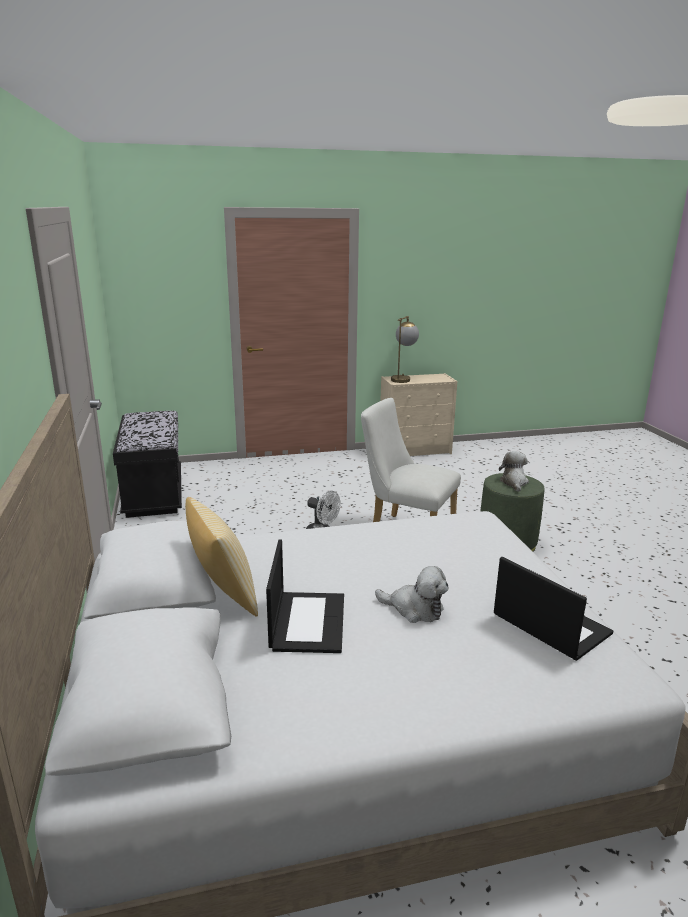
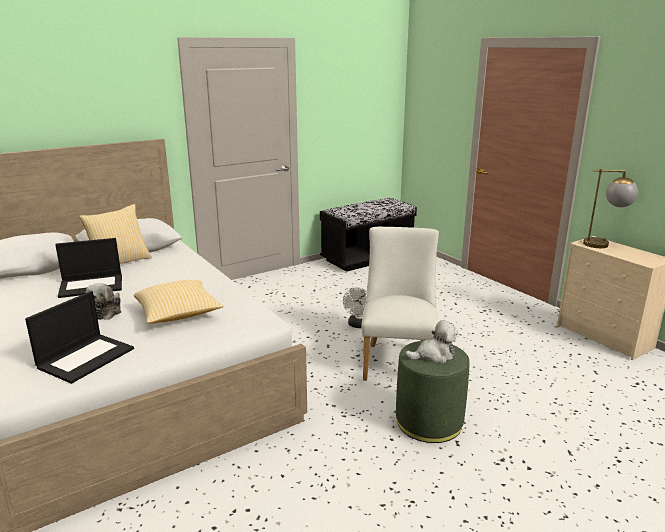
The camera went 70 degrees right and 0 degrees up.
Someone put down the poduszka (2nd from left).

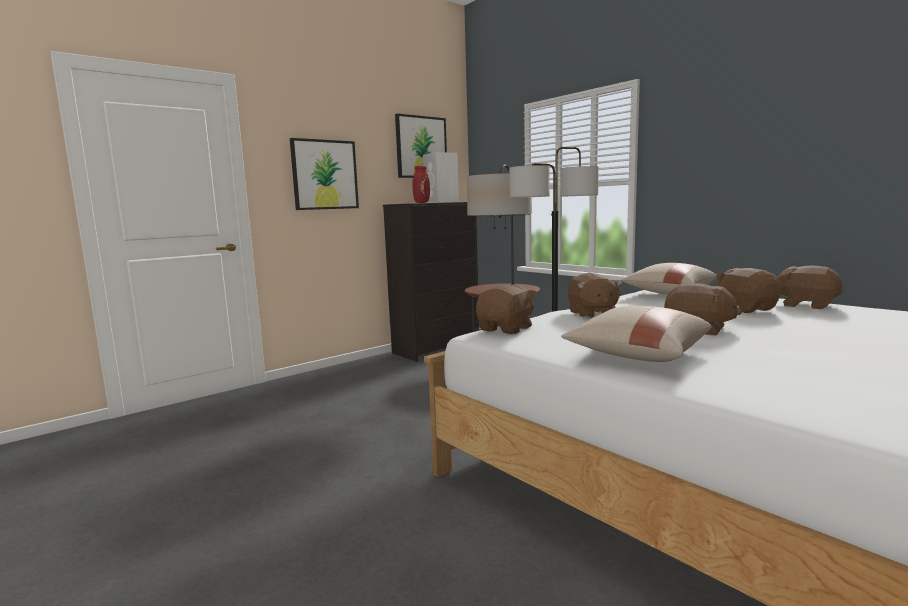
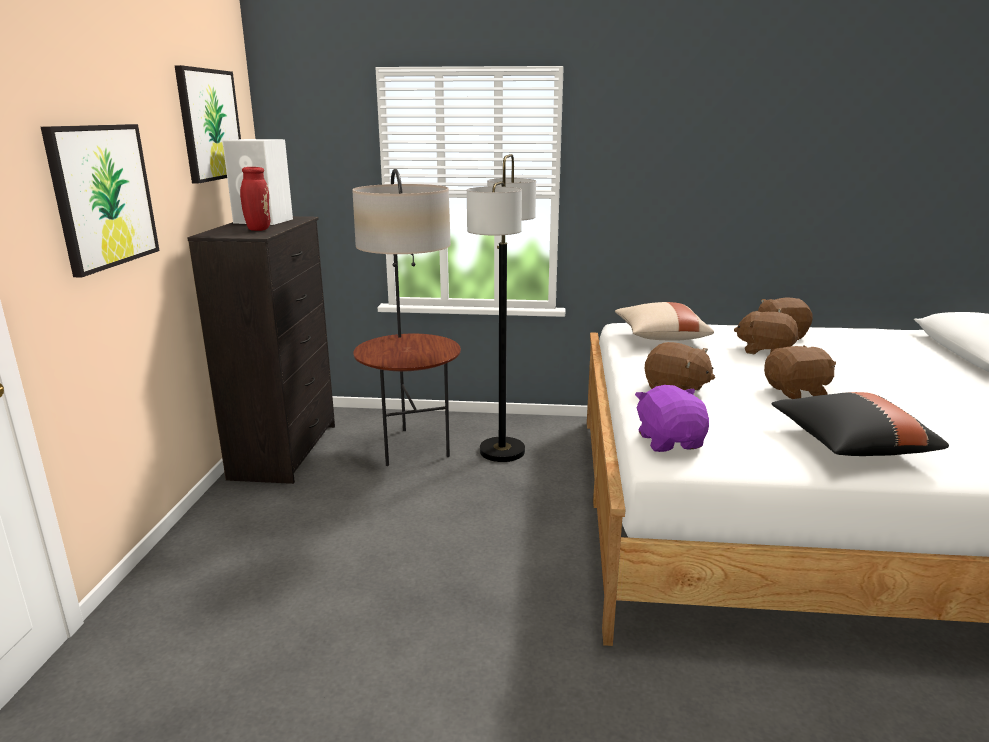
The camera went 45 degrees left and 10 degrees up.
Someone repainted the pluszak/brązowy (1st from left), which became the pluszak/fioletowy.
Someone repainted the poduszka/beżowy (1st from left), which became the poduszka/czarny.

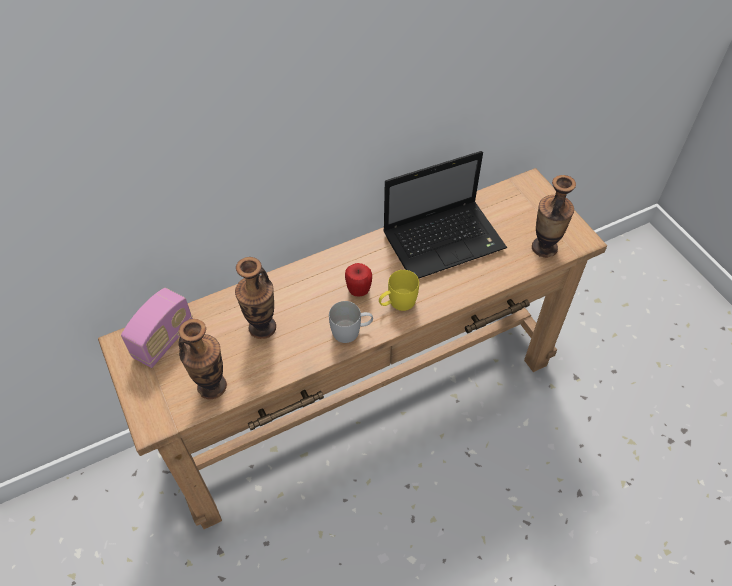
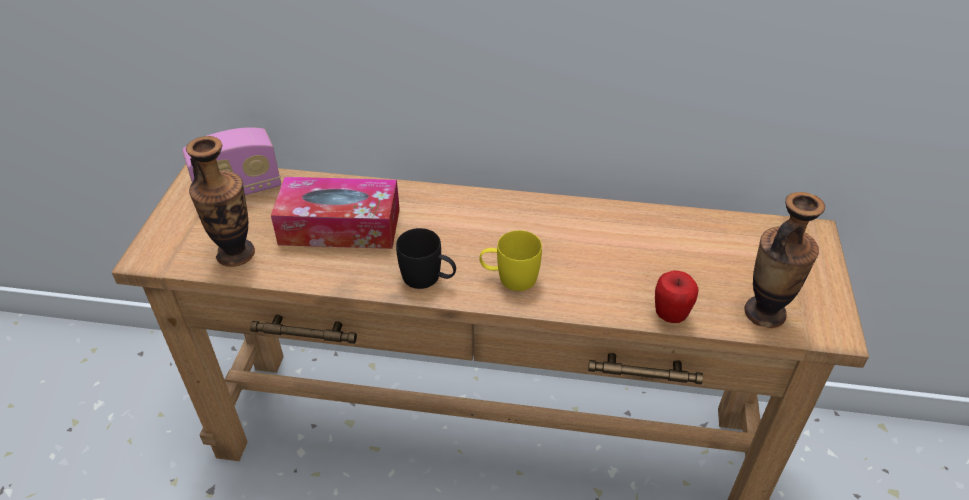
The camera went 35 degrees right and 10 degrees down.
Someone swapped the wazon (2nd from left) for the pudełko chusteczek.
Someone repainted the kubek/biały, which became the kubek/czarny.
Someone carried the jabłko.
Someone took away the laptop.

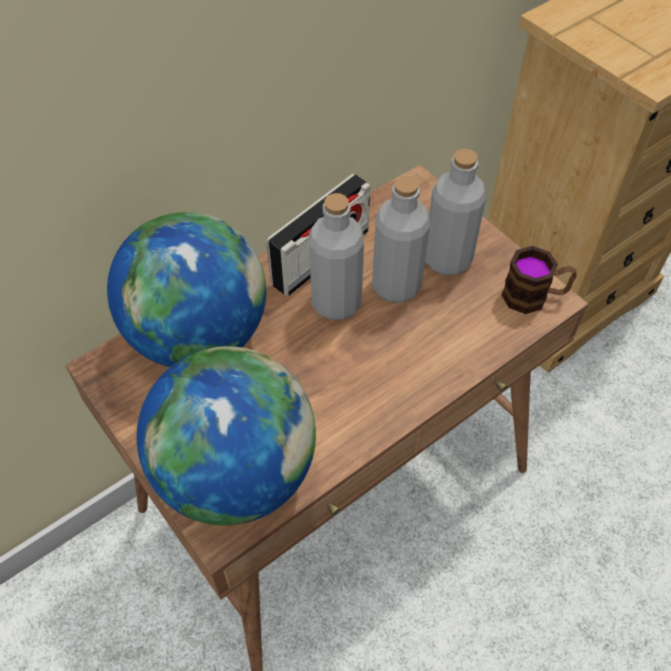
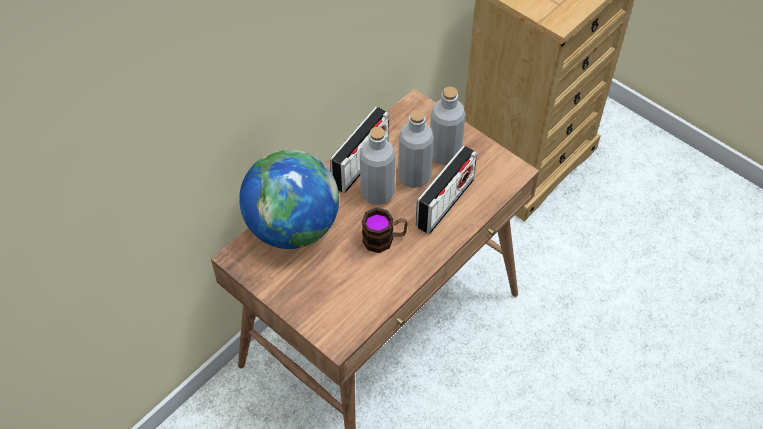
The camera went 10 degrees left and 0 degrees up.
Someone took away the globus (2nd from left).
Someone carried the kubek.
Someone put down the radio (2nd from left).

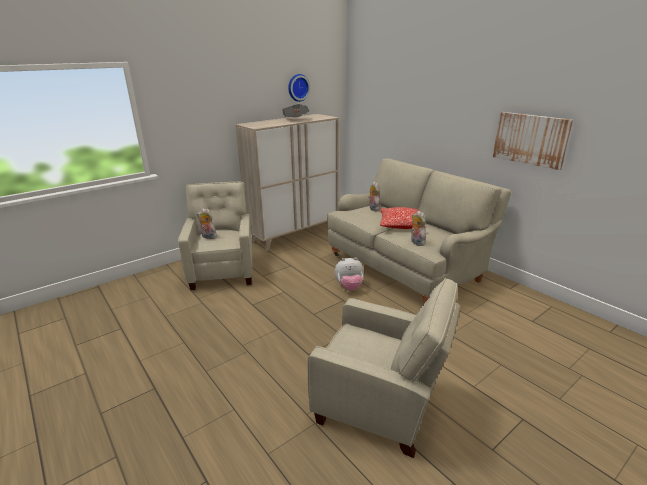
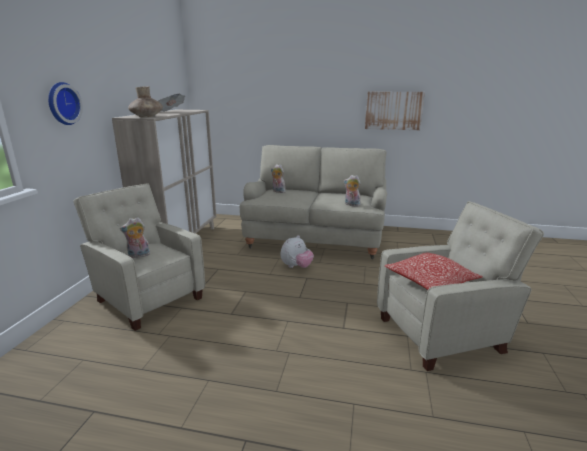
The camera went 40 degrees left and 5 degrees down.
Someone carried the zegar ścienny.
Someone carried the poduszka.
Someone put down the wazon/brązowy.

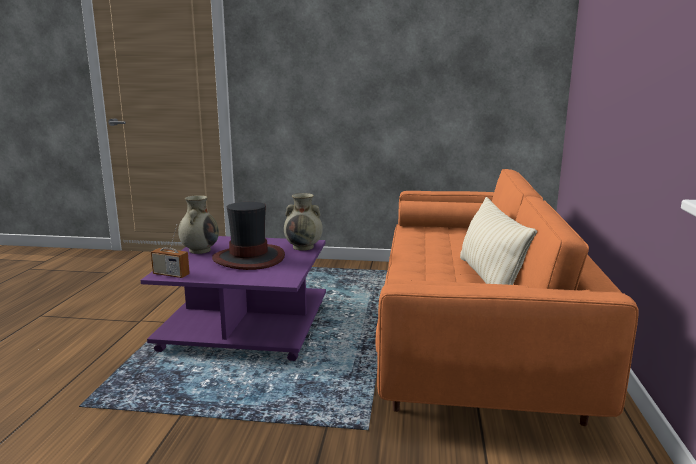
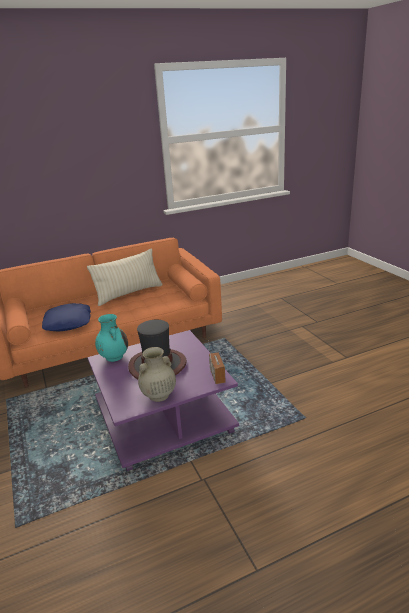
The camera went 120 degrees left and 10 degrees up.
Someone repainted the wazon/beżowy (2nd from left), which became the wazon/turkusowy.
Someone put down the poduszka/niebieski.

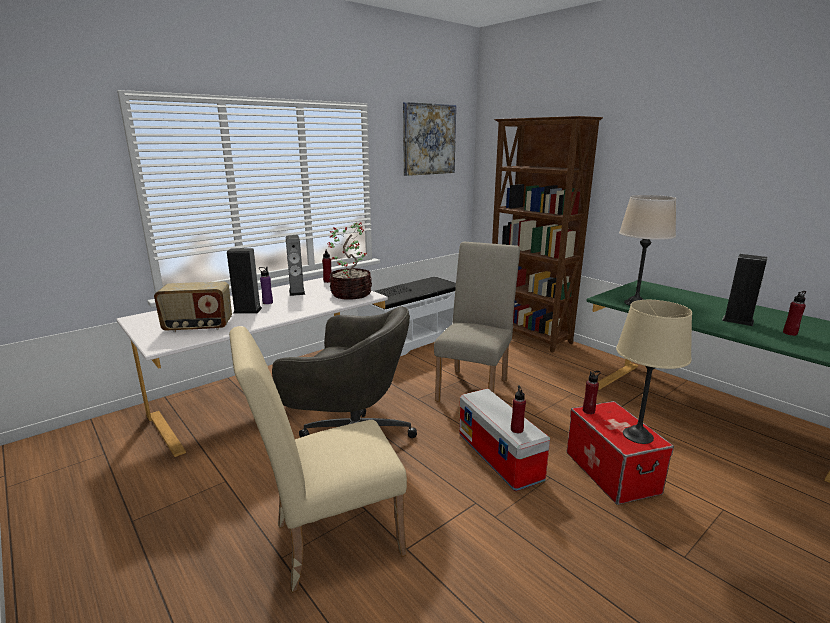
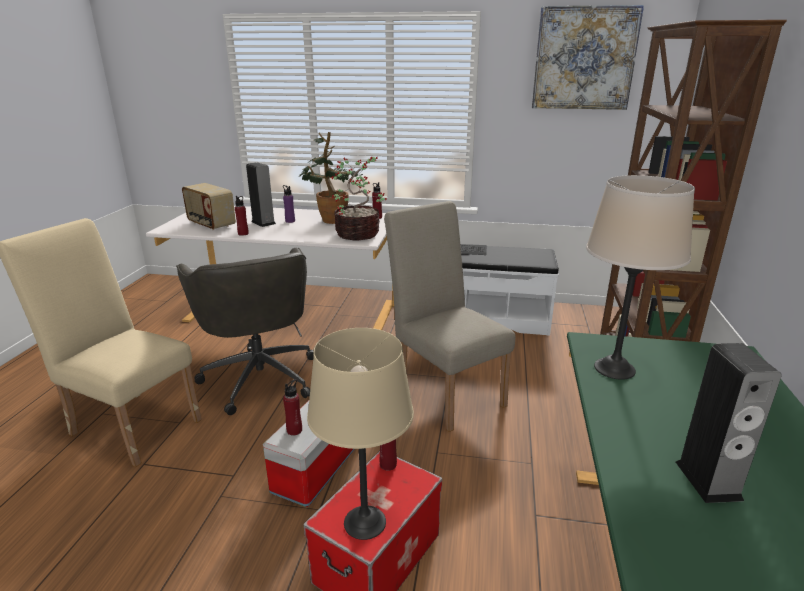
The camera went 50 degrees right and 5 degrees up.
Someone swapped the głośnik (2nd from left) for the roślina doniczkowa (1st from left).
Someone rotated the krzesło/beżowy (2nd from left) by 105 degrees counterclockwise.
Someone carried the butelka/czerwony (4th from left in the first image).

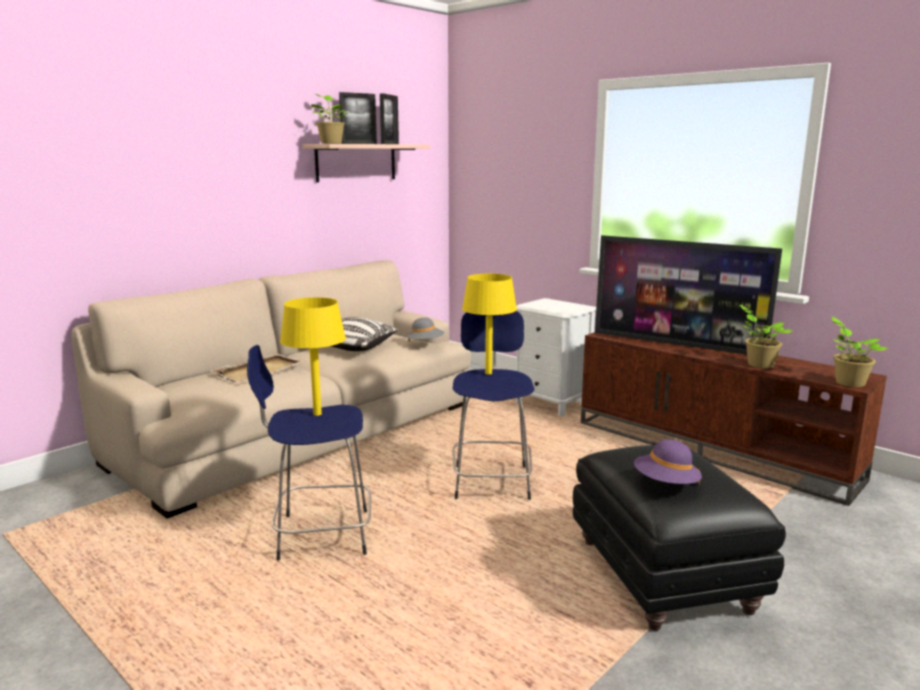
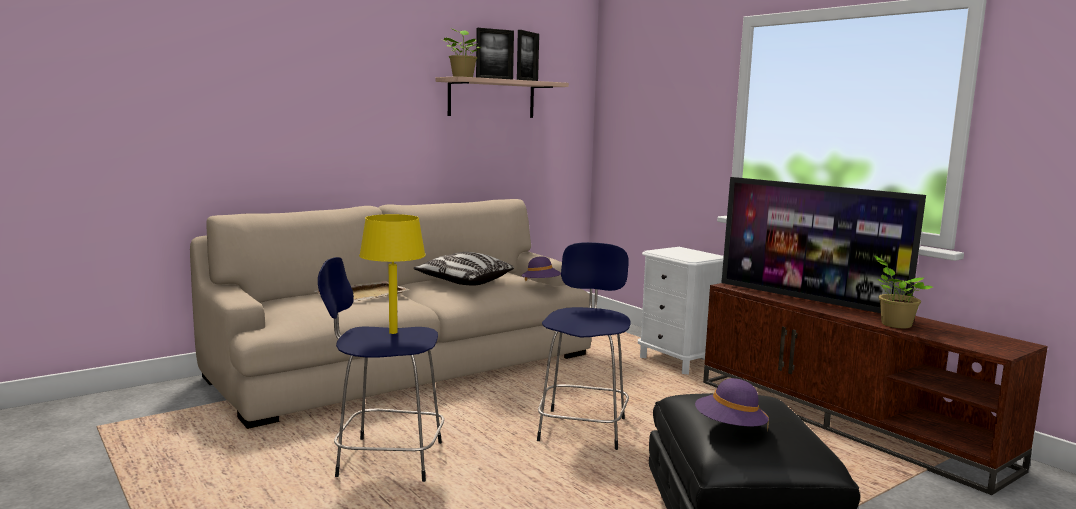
The camera went 10 degrees right and 5 degrees down.
Someone repainted the kapelusz/szary, which became the kapelusz/fioletowy (1st from left).
Someone took away the lampa stołowa/żółty (2nd from left).
Someone took away the roślina doniczkowa (3rd from left).

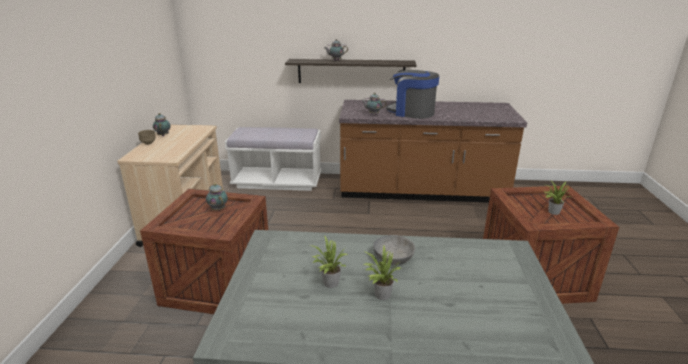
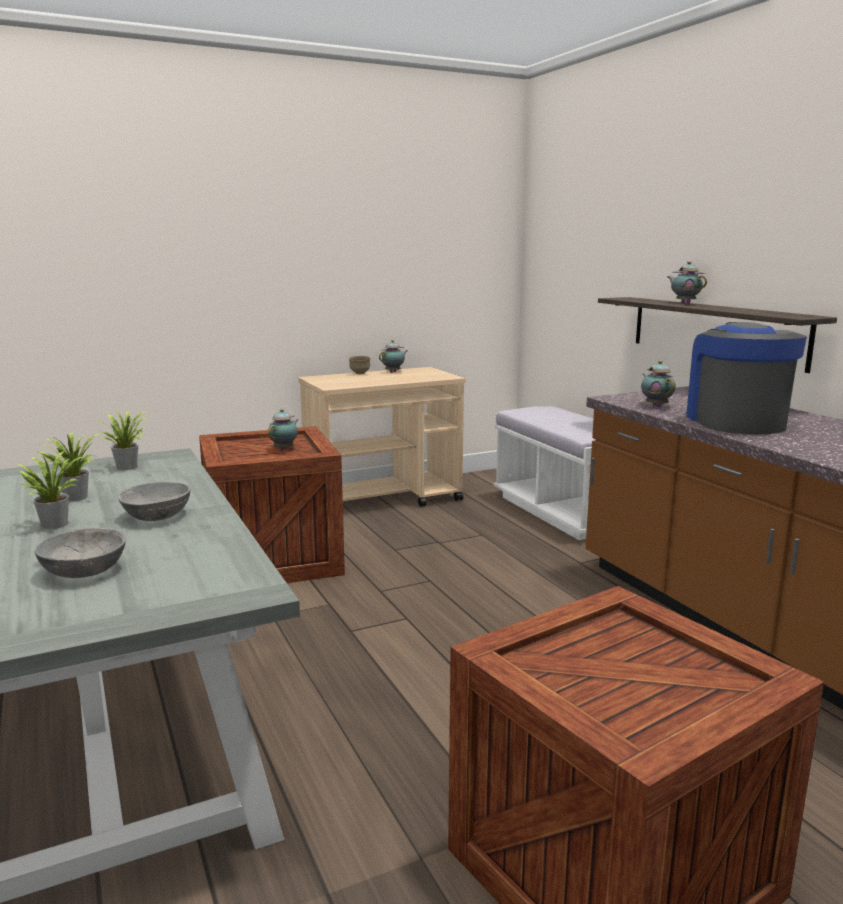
The camera went 60 degrees right and 10 degrees down.
Someone carried the roślina doniczkowa (3rd from left).
Someone put down the miska/szary (1st from left).

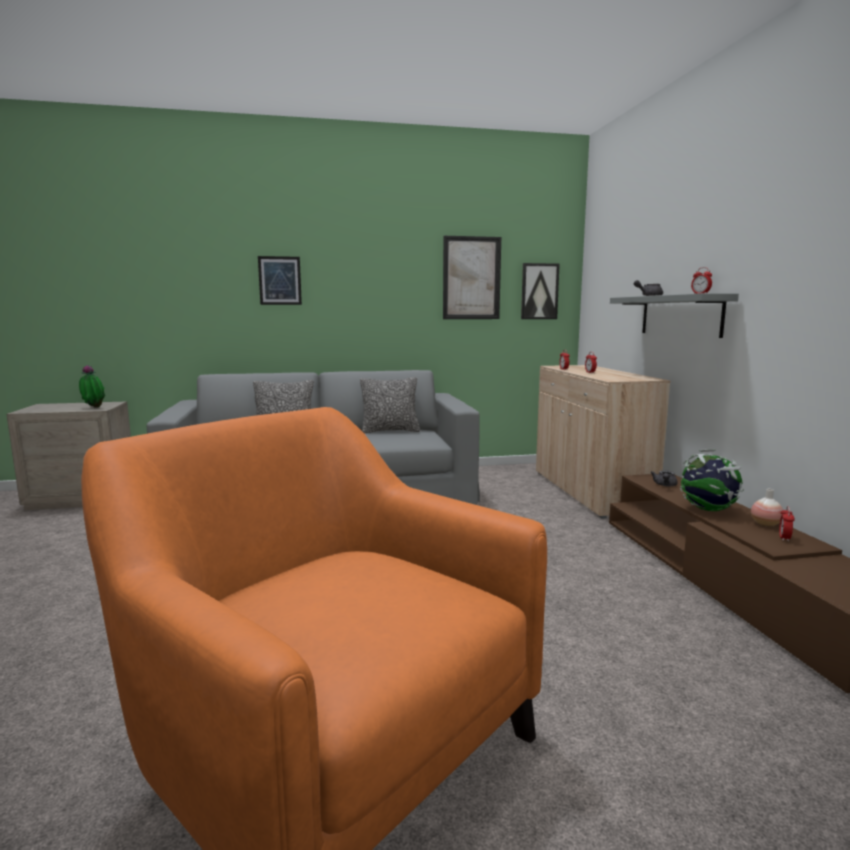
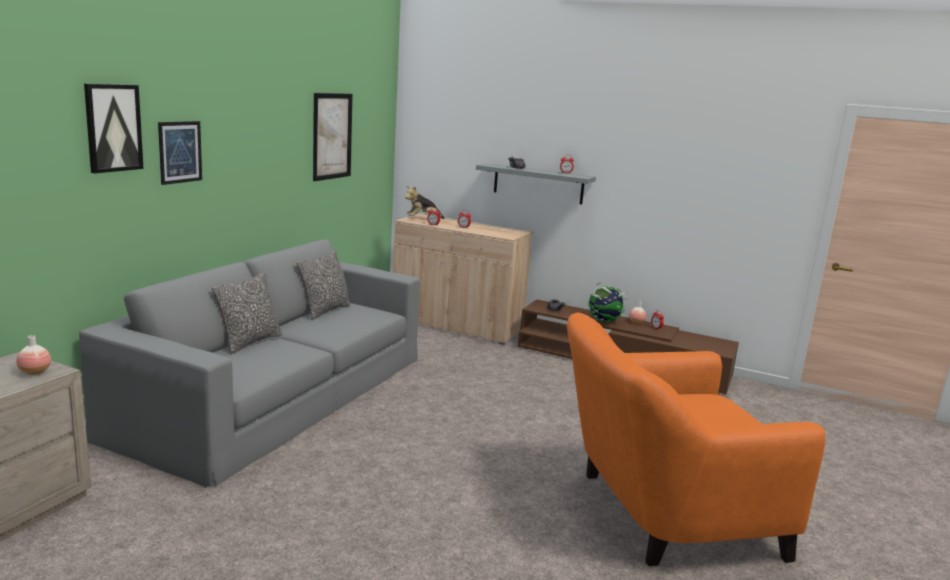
The camera went 55 degrees left and 5 degrees up.
Someone swapped the roślina doniczkowa for the wazon (1st from left).
Someone carried the obraz (3rd from left in the first image).
Someone put down the pluszak.

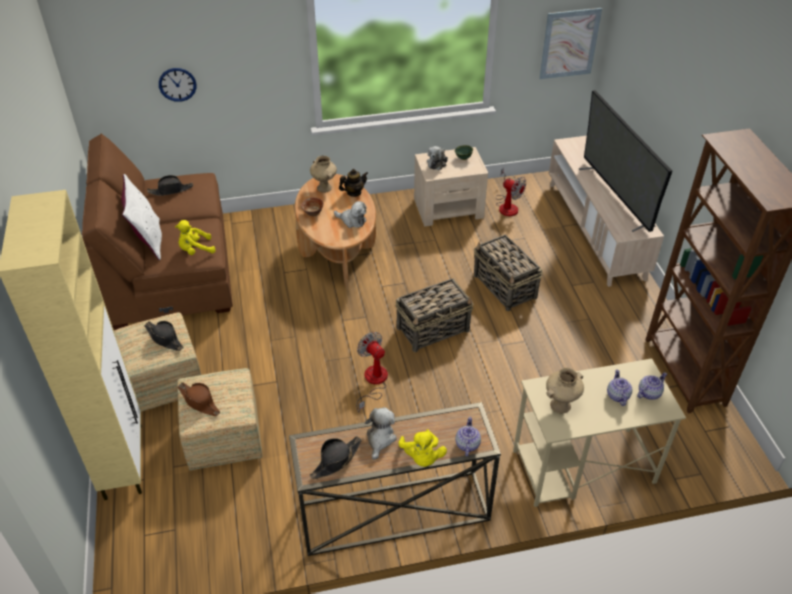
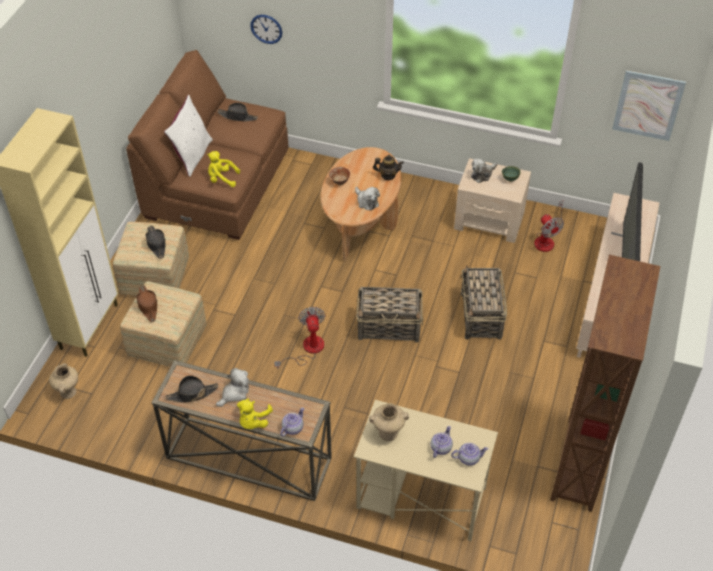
The camera went 30 degrees right and 5 degrees up.
Someone carried the wazon/beżowy (1st from left).

